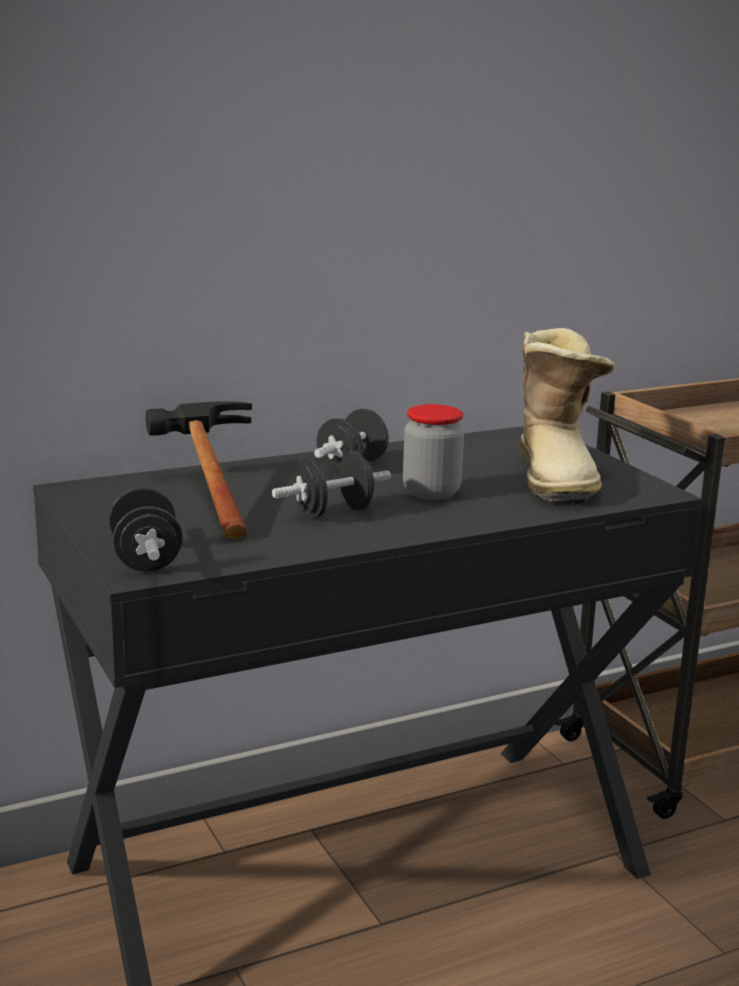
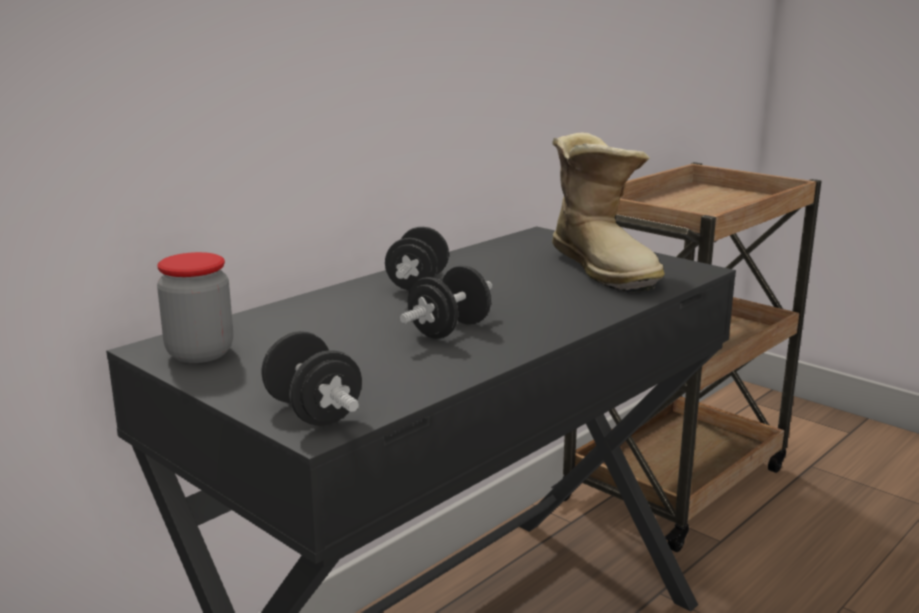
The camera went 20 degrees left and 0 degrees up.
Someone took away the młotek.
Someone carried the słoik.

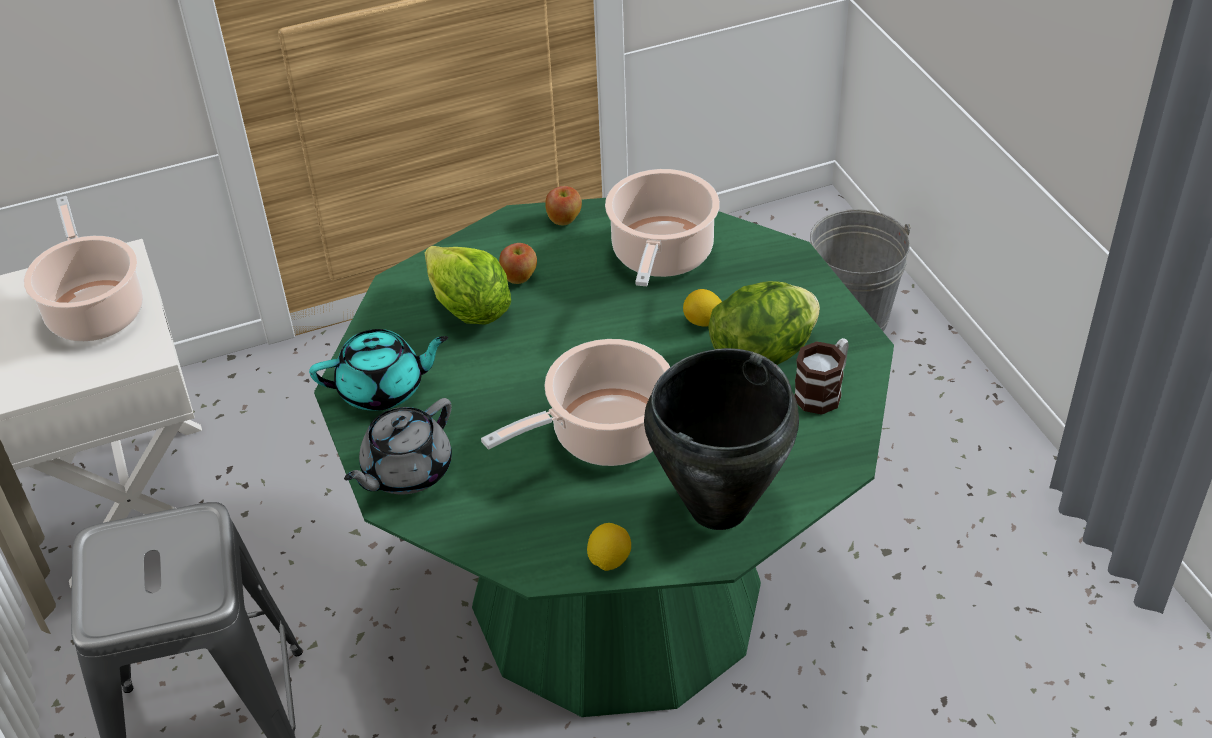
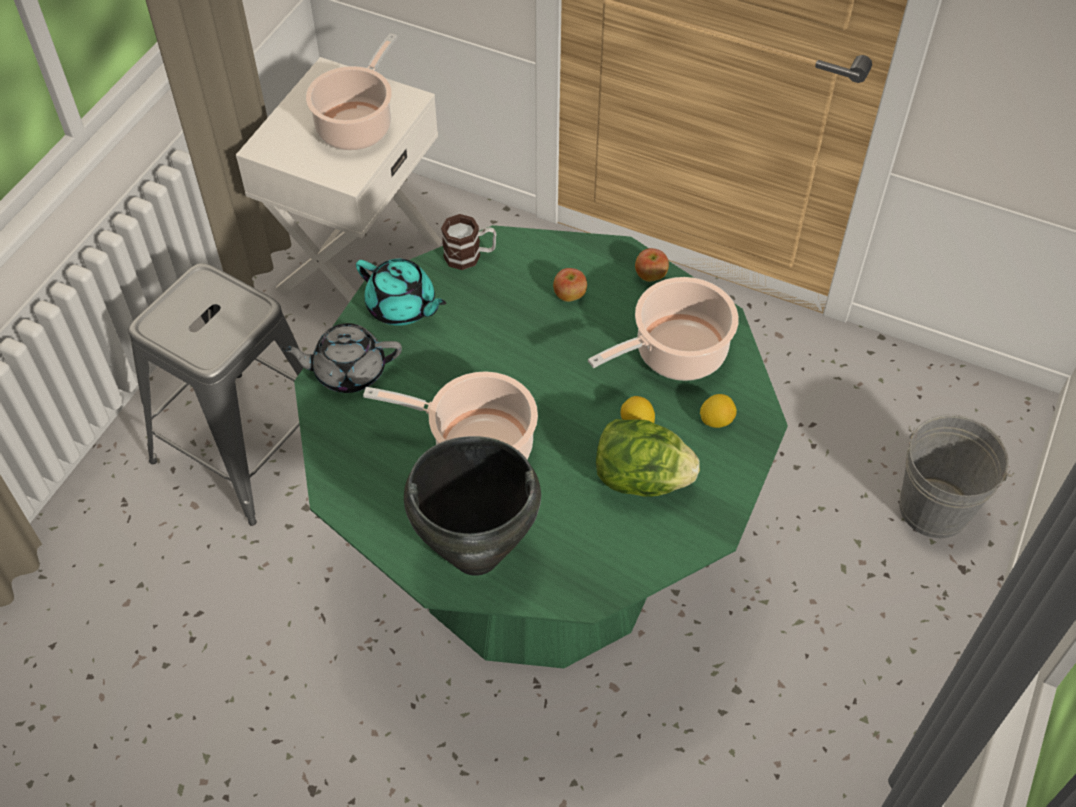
The camera went 45 degrees right and 10 degrees up.
Someone took away the sałata (1st from left).
Someone carried the cytryna (1st from left in the first image).
Someone carried the kubek.

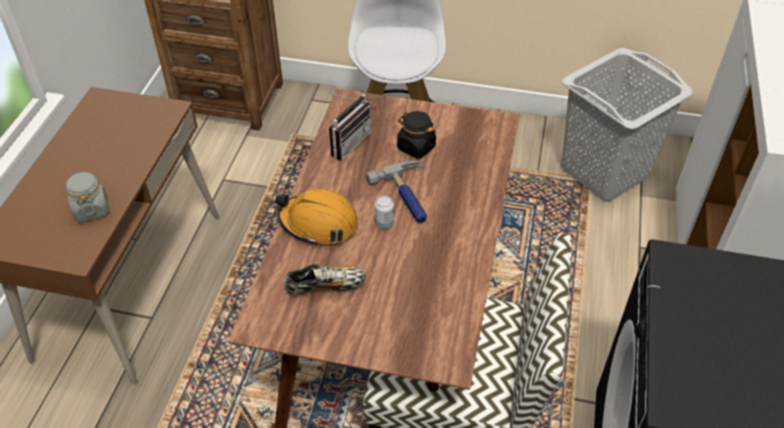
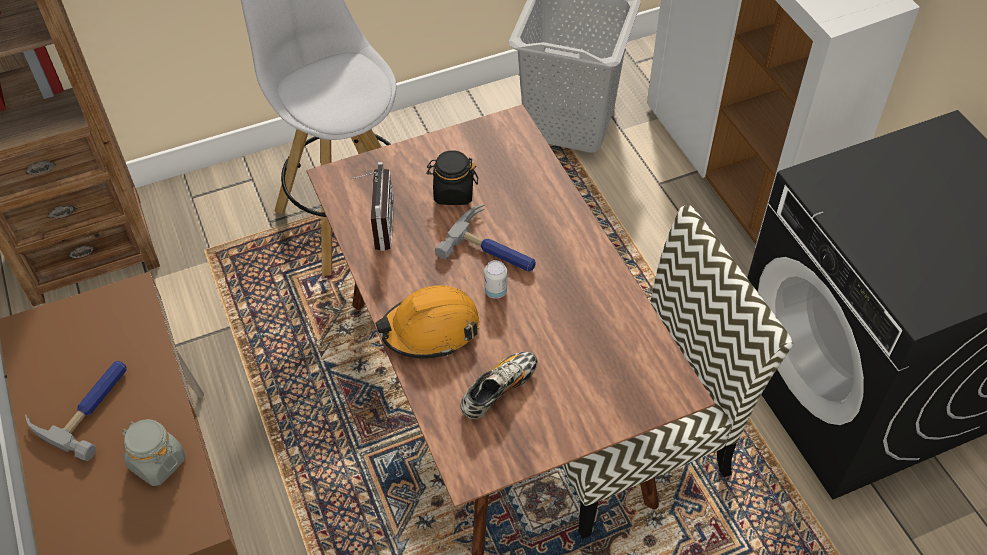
The camera went 35 degrees left and 5 degrees up.
Someone put down the młotek (1st from left).

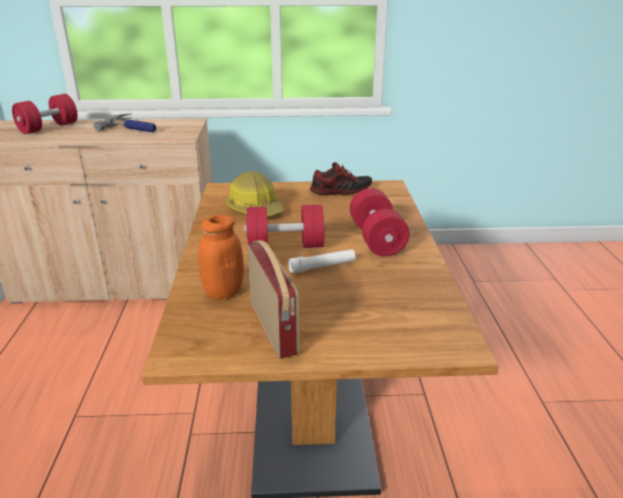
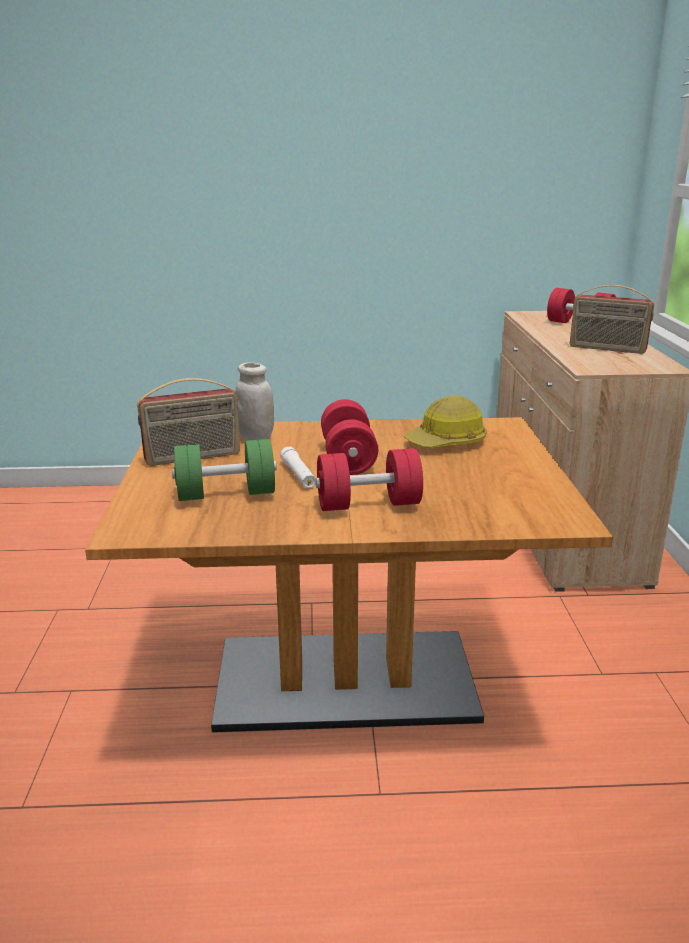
The camera went 90 degrees right and 5 degrees down.
Someone swapped the młotek for the radio (2nd from left).
Someone repainted the słoik/pomarańczowy, which became the słoik/biały.
Someone took away the but.
Someone put down the hantel/zielony.

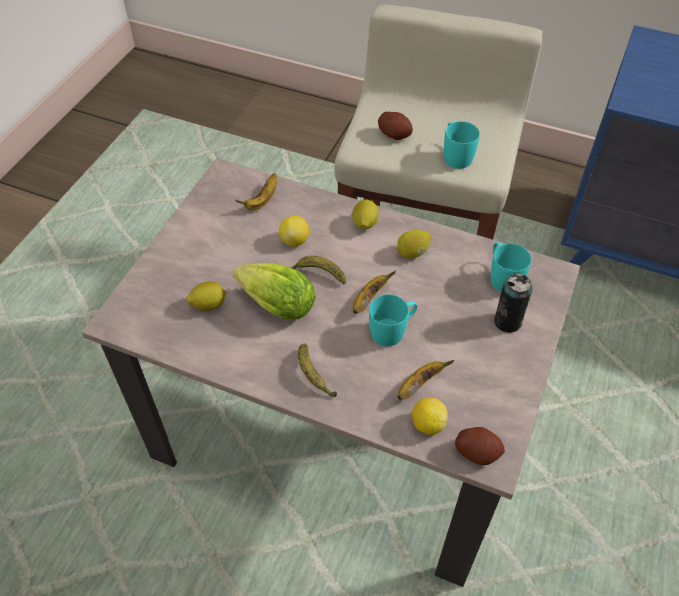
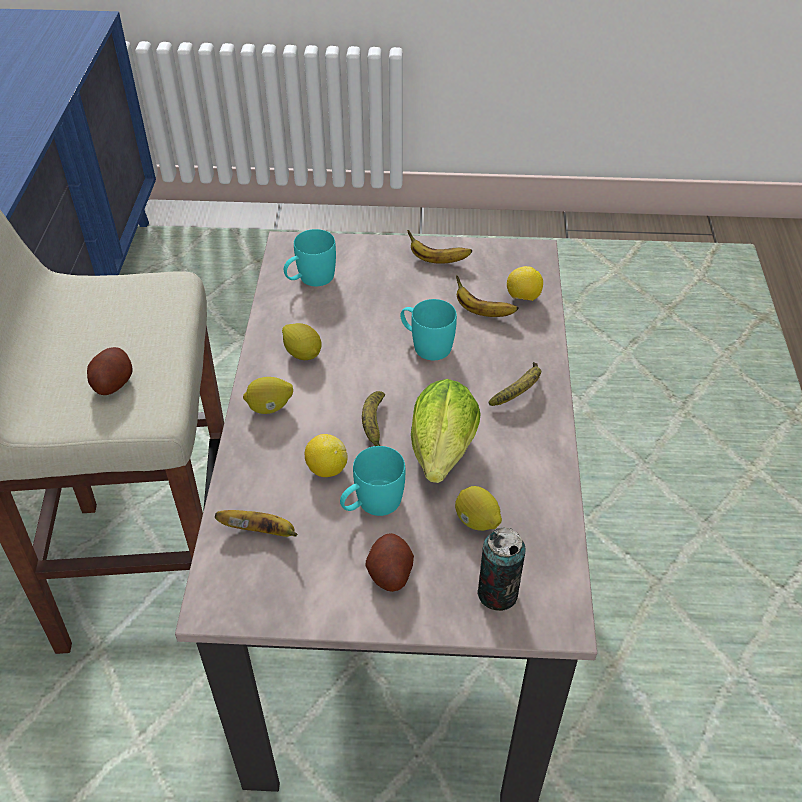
The camera went 110 degrees left and 5 degrees down.
Someone carried the banan (4th from left in the first image).
Someone carried the kubek/turkusowy (2nd from left).
Someone carried the ziemniak (2nd from left).
Someone carried the puszka.

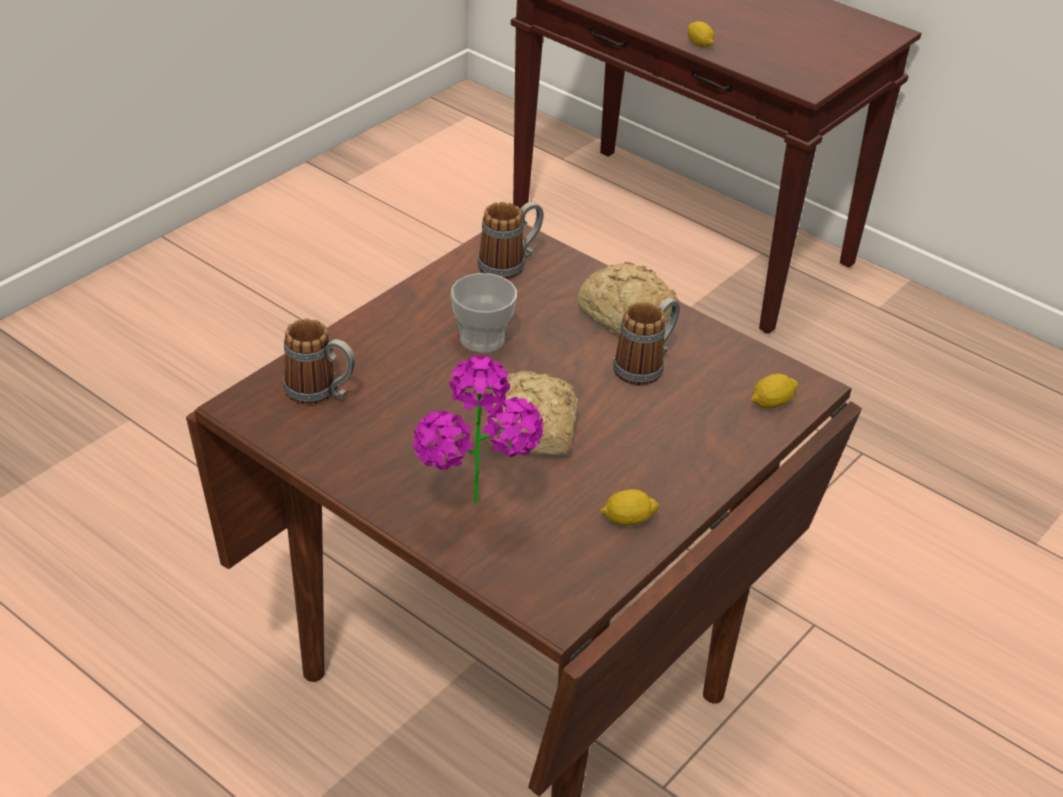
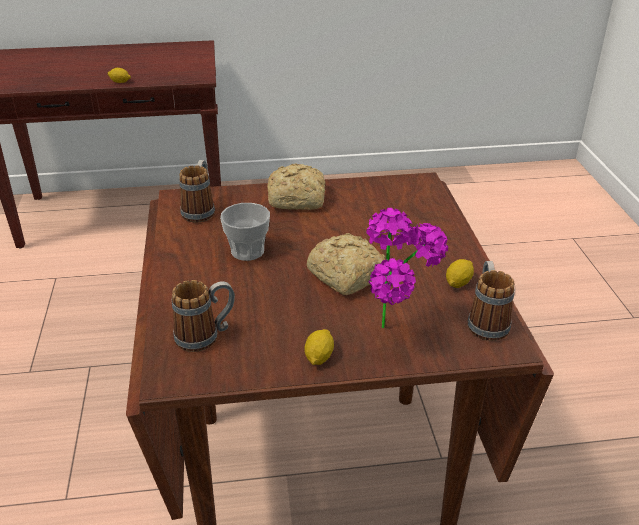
The camera went 45 degrees left and 5 degrees down.
Someone carried the kubek (3rd from left).
Someone carried the cytryna (3rd from left in the first image).

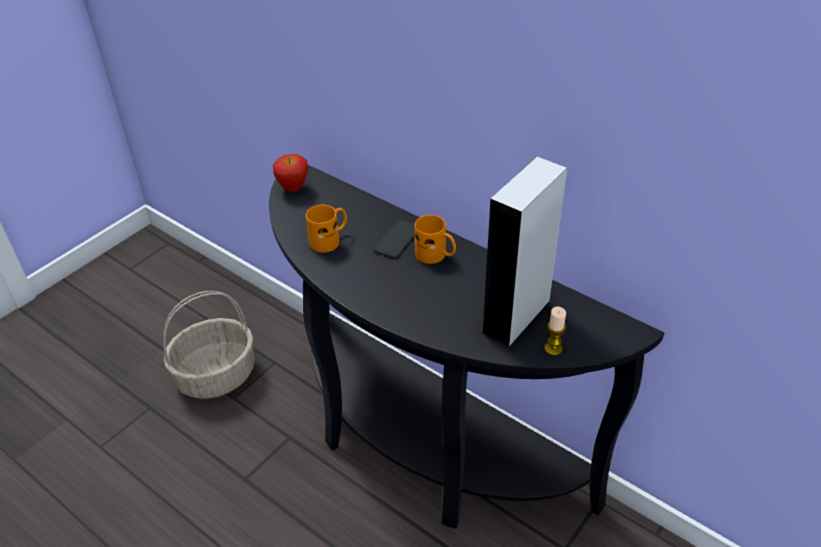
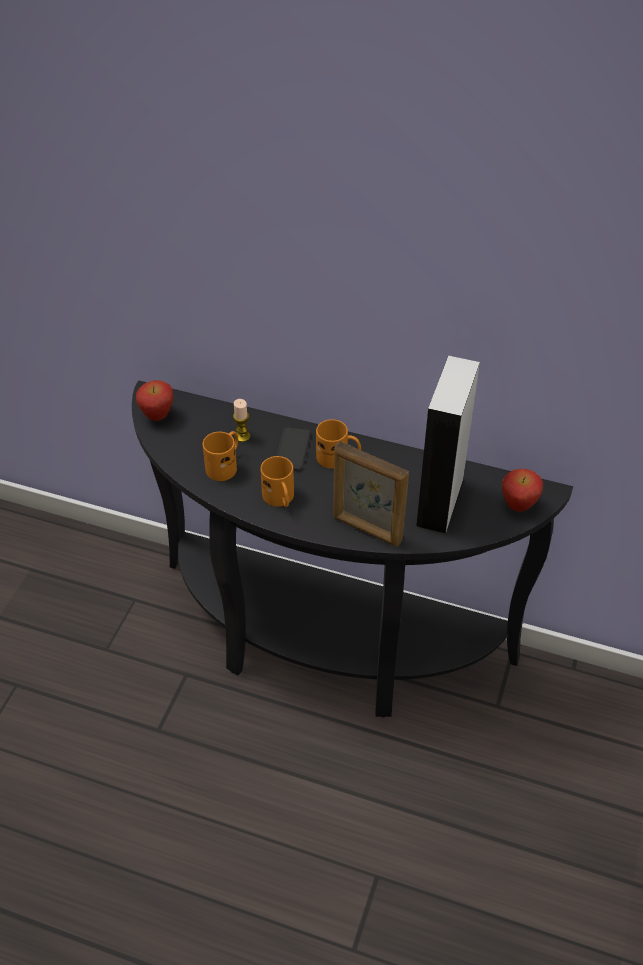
The camera went 20 degrees left and 5 degrees up.
Someone took away the koszyk.
Someone carried the świeca.
Someone put down the kubek/pomarańczowy (2nd from left).
Someone put down the ramka na zdjęcie.
Someone put down the jabłko (2nd from left).

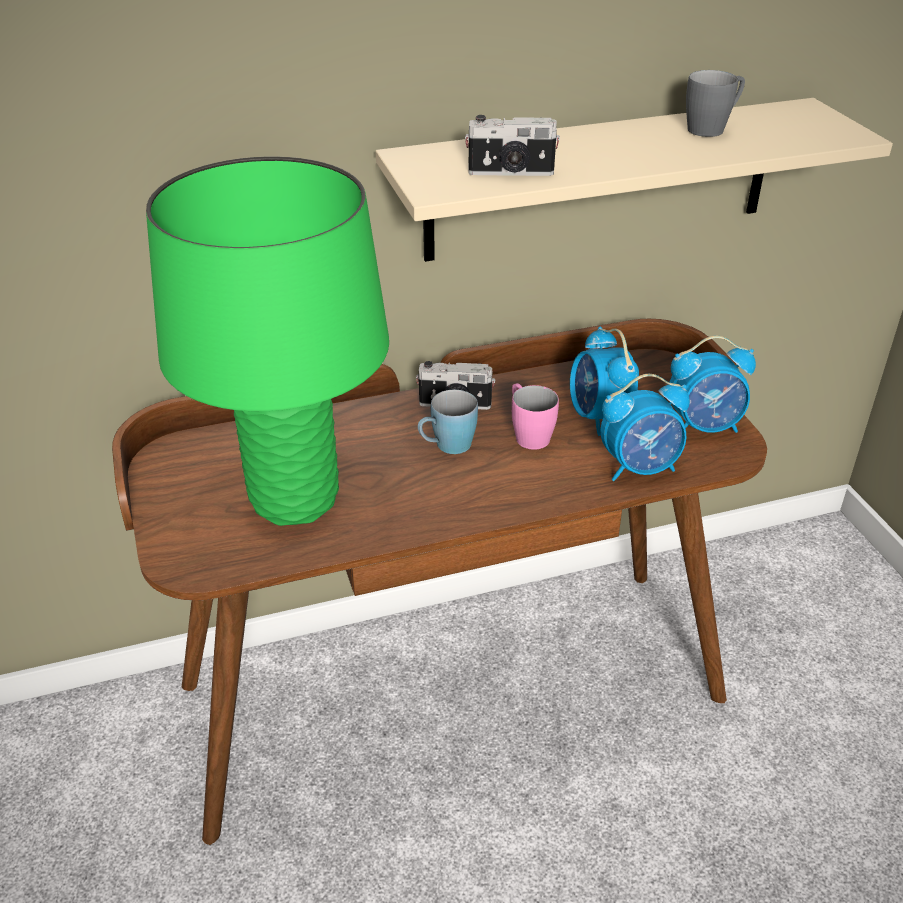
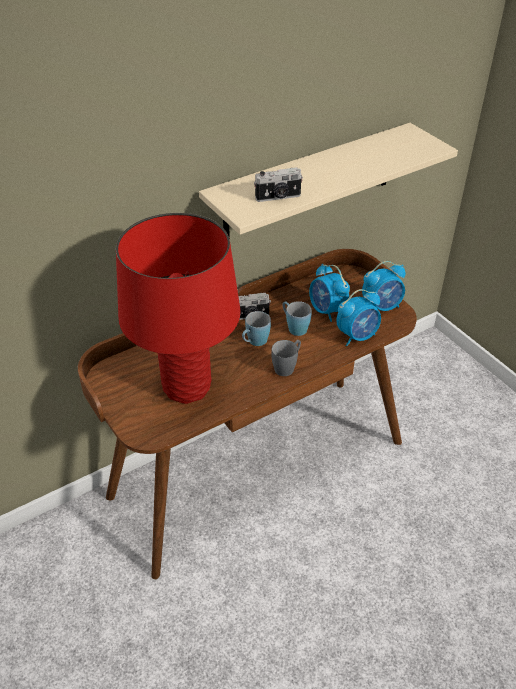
The camera went 15 degrees left and 5 degrees up.
Someone repainted the lampa stołowa/zielony, which became the lampa stołowa/czerwony.
Someone repainted the kubek/różowy, which became the kubek/niebieski (2nd from left).
Someone carried the kubek/szary.

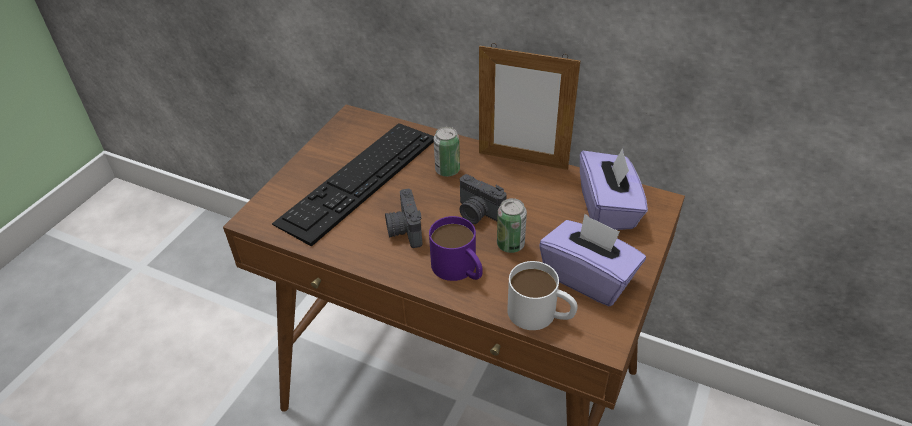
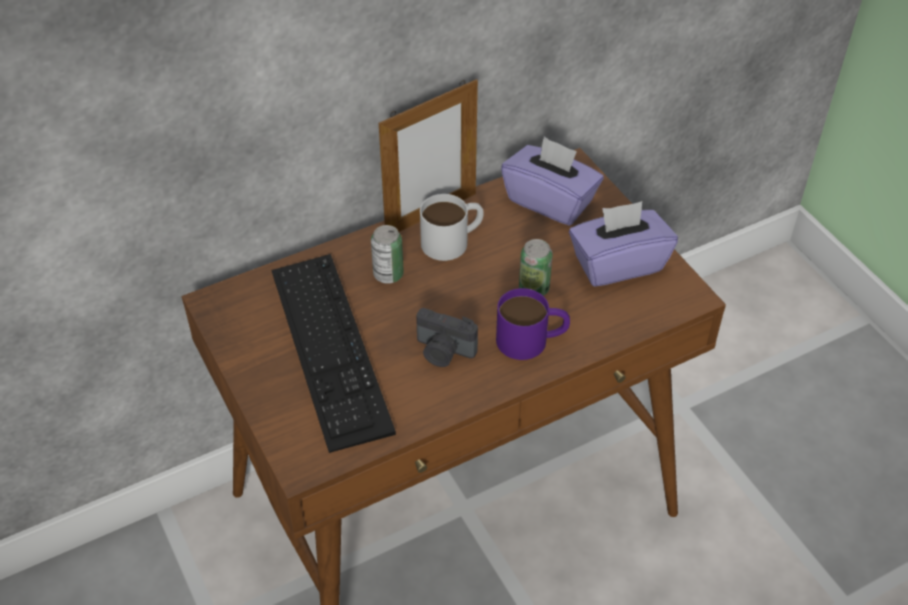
The camera went 55 degrees left and 5 degrees up.
Someone took away the aparat fotograficzny (2nd from left).
Someone carried the kubek/biały.

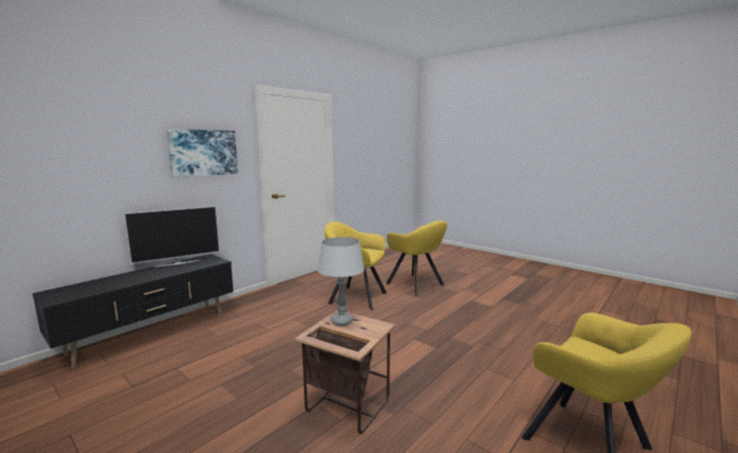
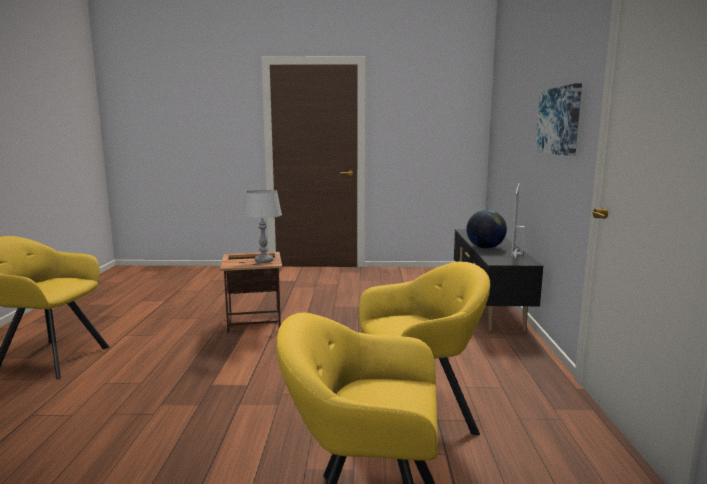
The camera went 140 degrees right and 0 degrees up.
Someone put down the globus.

